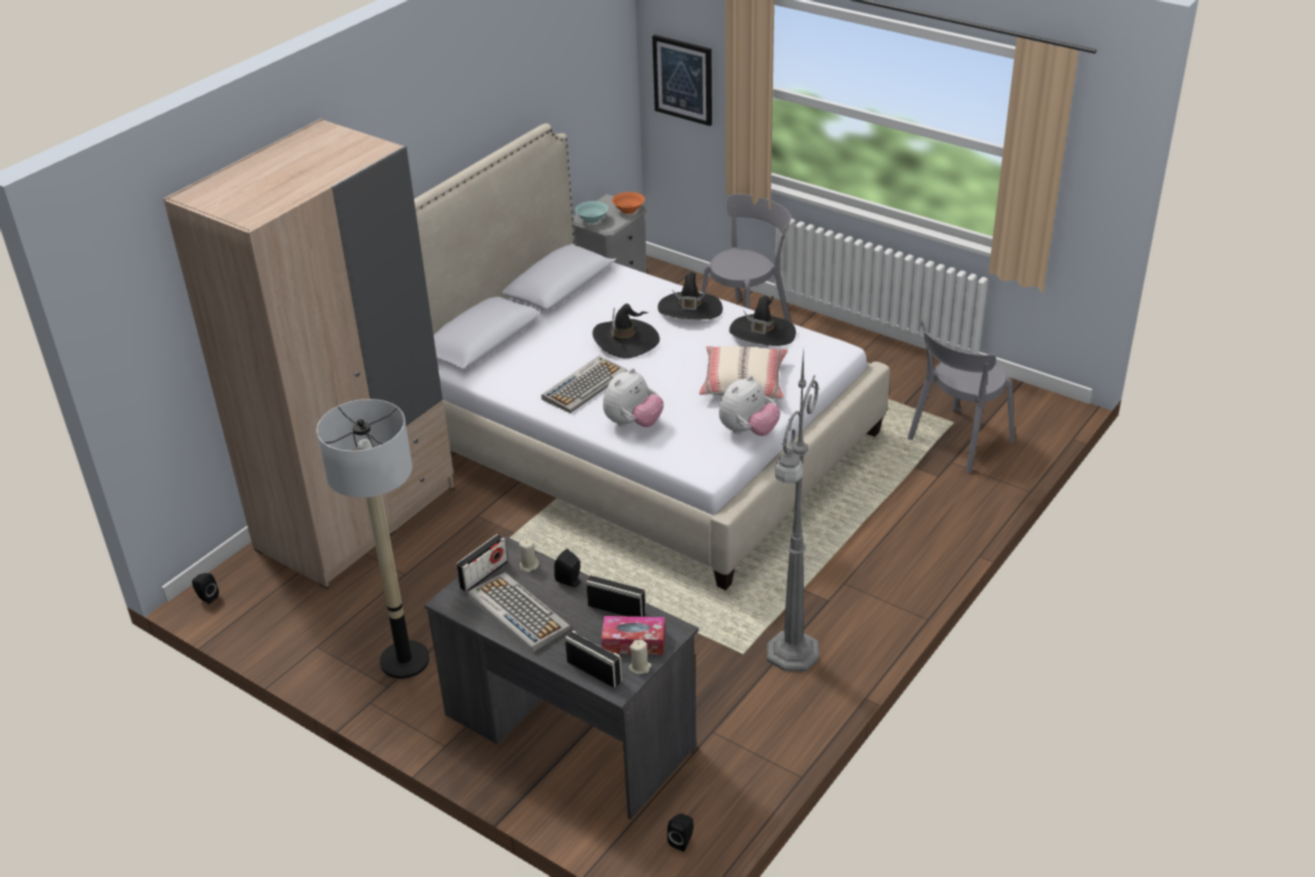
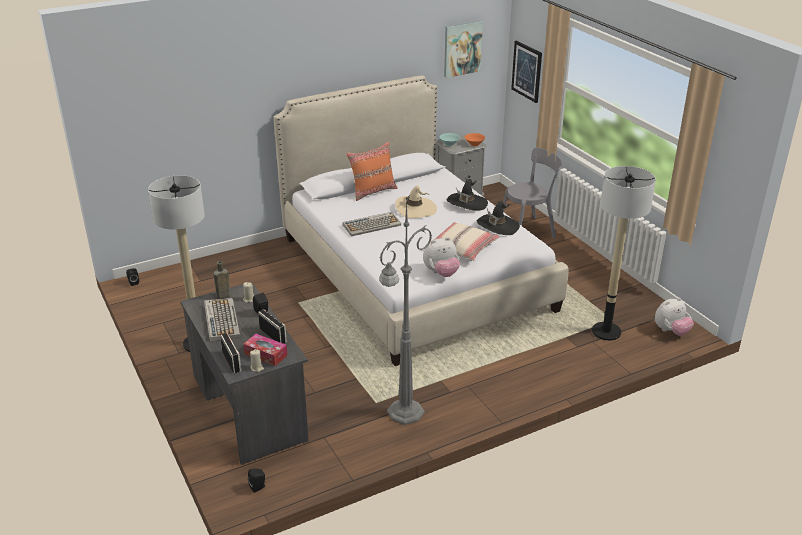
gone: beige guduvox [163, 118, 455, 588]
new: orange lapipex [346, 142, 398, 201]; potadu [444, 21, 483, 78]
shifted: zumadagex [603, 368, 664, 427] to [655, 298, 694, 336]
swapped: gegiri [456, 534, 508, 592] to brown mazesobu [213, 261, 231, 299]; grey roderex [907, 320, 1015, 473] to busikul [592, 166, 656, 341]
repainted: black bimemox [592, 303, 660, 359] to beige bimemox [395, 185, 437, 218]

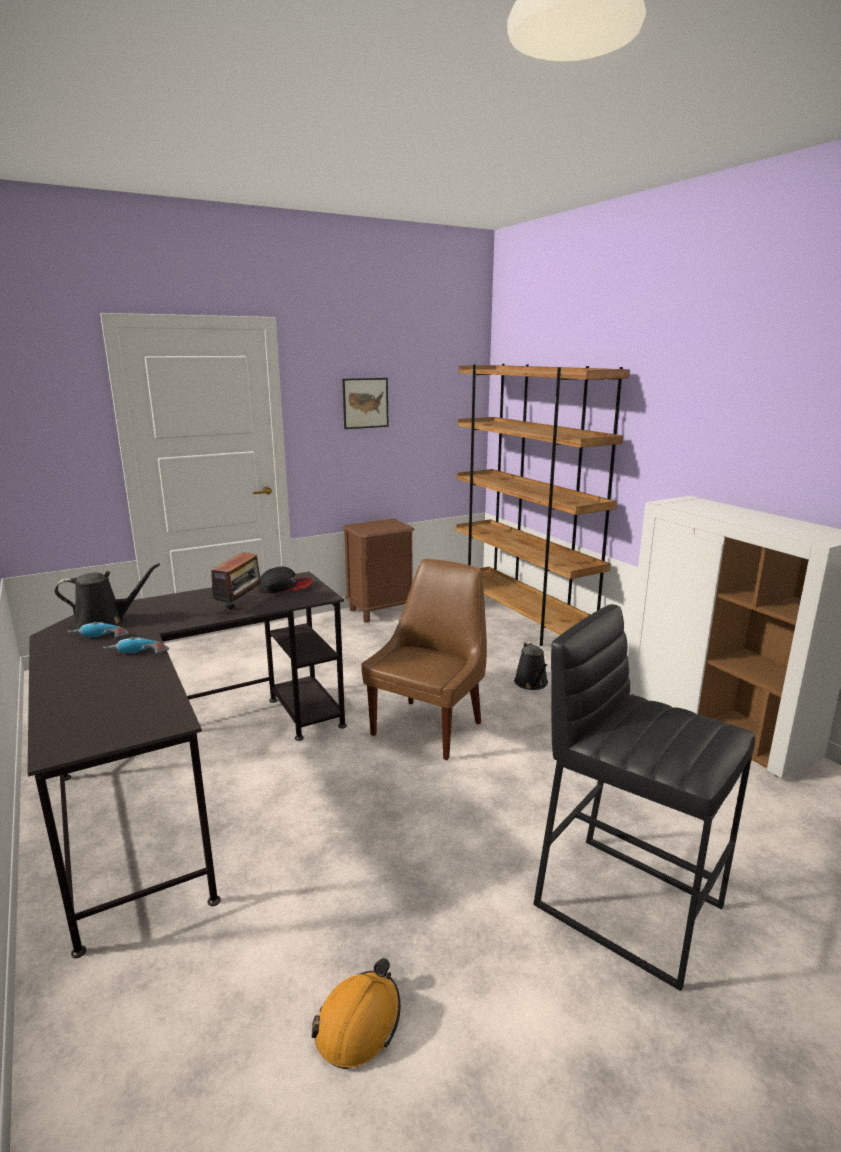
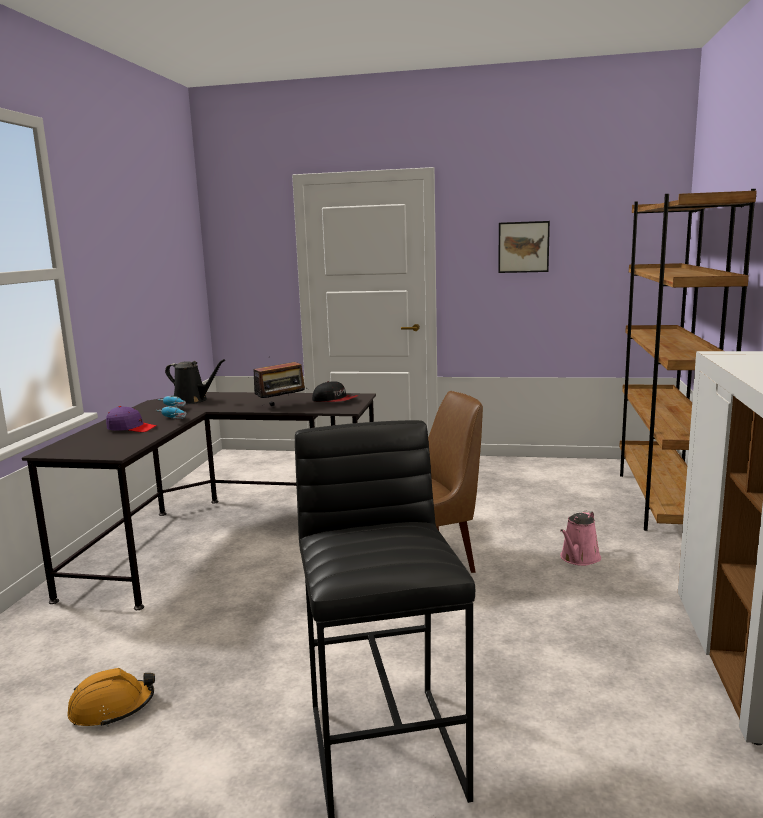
gone: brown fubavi [342, 519, 415, 623]
new: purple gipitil [106, 406, 157, 432]
repainted: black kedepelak [514, 642, 548, 690] to pink kedepelak [560, 510, 601, 566]

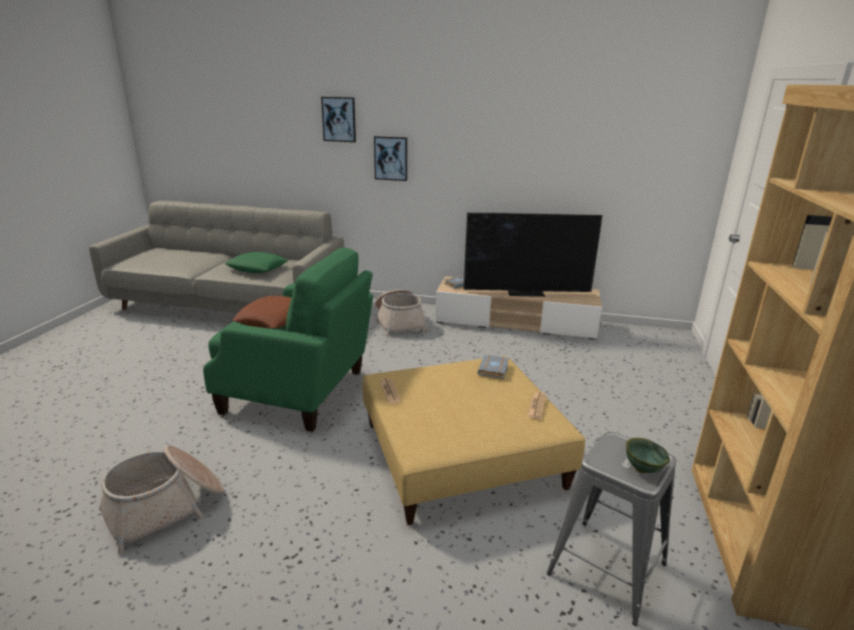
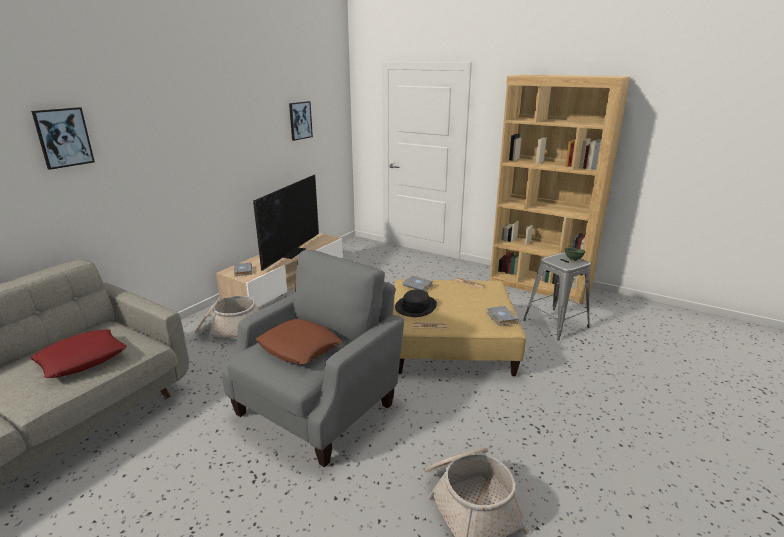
new: black bimemox [395, 289, 437, 317]; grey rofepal [486, 306, 519, 326]
shifted: potadu [374, 136, 407, 181] to [289, 101, 313, 141]
repainted: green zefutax [203, 248, 373, 432] to grey zefutax [222, 250, 404, 467]; green lapipex [225, 252, 288, 273] to red lapipex [30, 330, 127, 378]

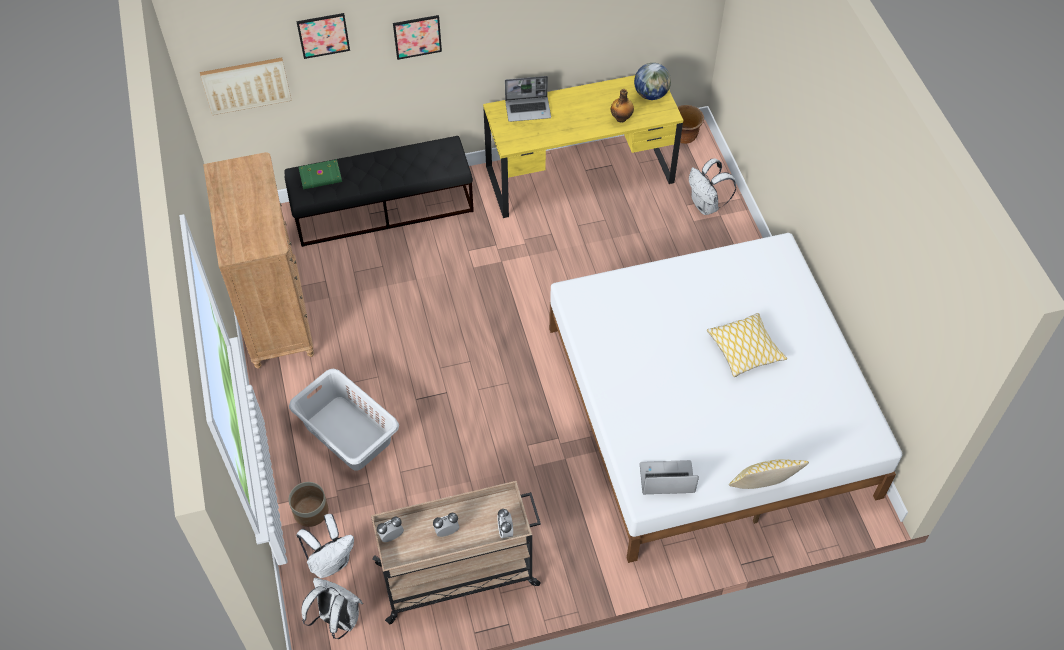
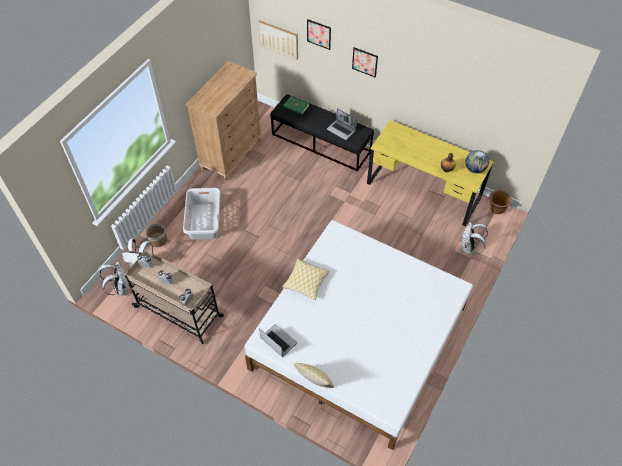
shifted: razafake [505, 76, 551, 122] to [327, 108, 357, 140]; lapipex [707, 313, 787, 377] to [283, 259, 329, 300]

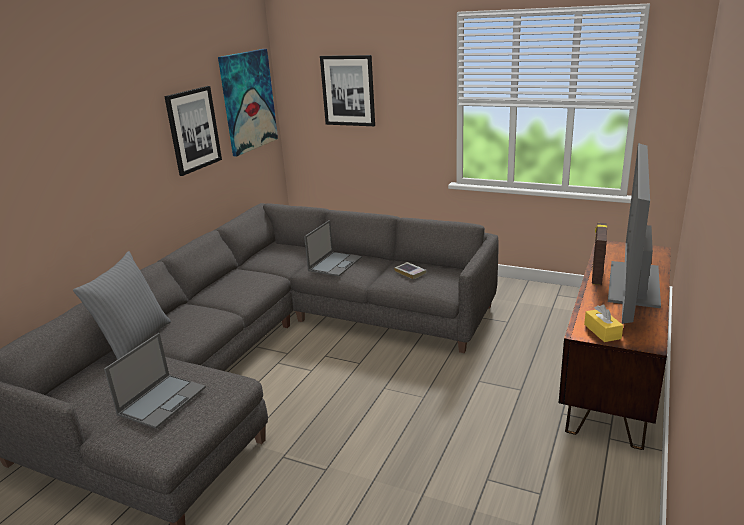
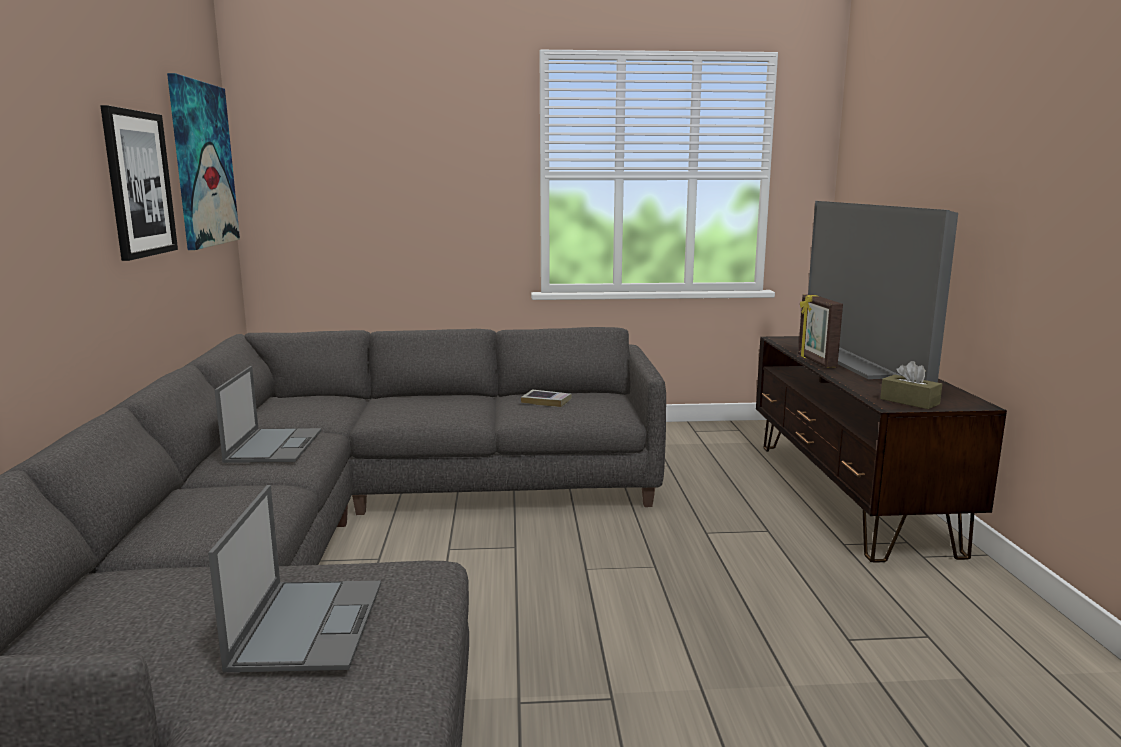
gone: grey lapipex [73, 251, 171, 360]; potadu [320, 55, 375, 126]
shifted: razafake [304, 220, 362, 276] to [215, 366, 321, 463]
repainted: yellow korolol [584, 304, 623, 342] to brown korolol [880, 361, 942, 409]

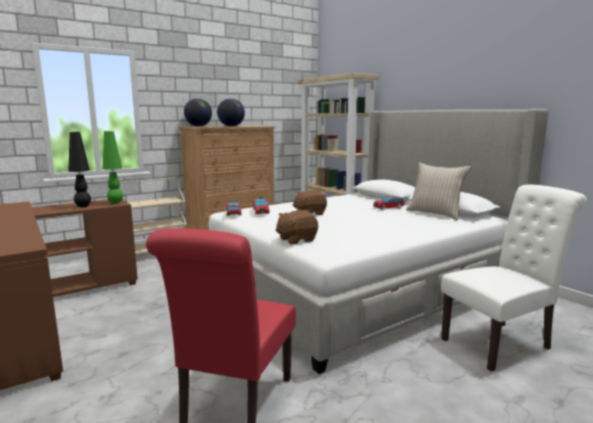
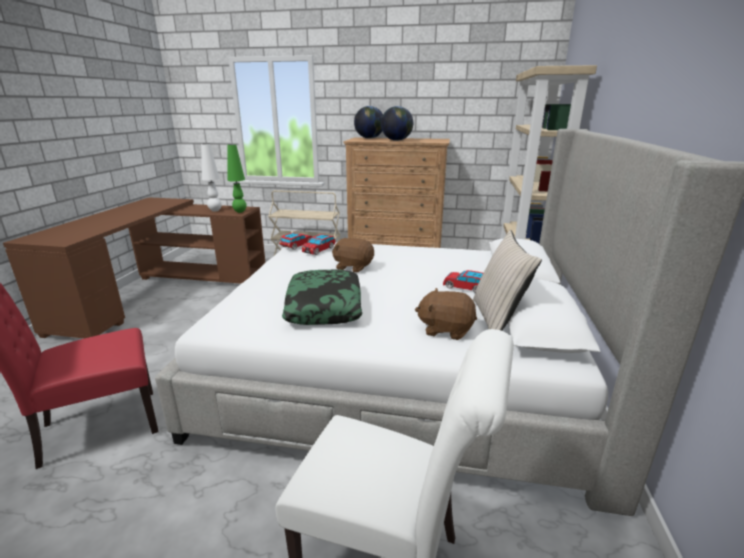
new: lapipex [282, 270, 363, 325]
shifted: brown zumadagex [276, 210, 318, 244] to [415, 288, 477, 340]
repainted: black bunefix [69, 132, 91, 207] to white bunefix [201, 144, 222, 212]

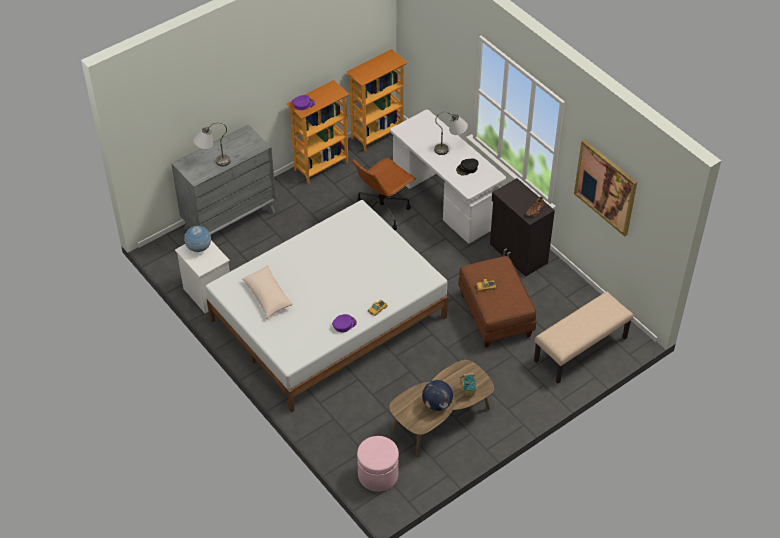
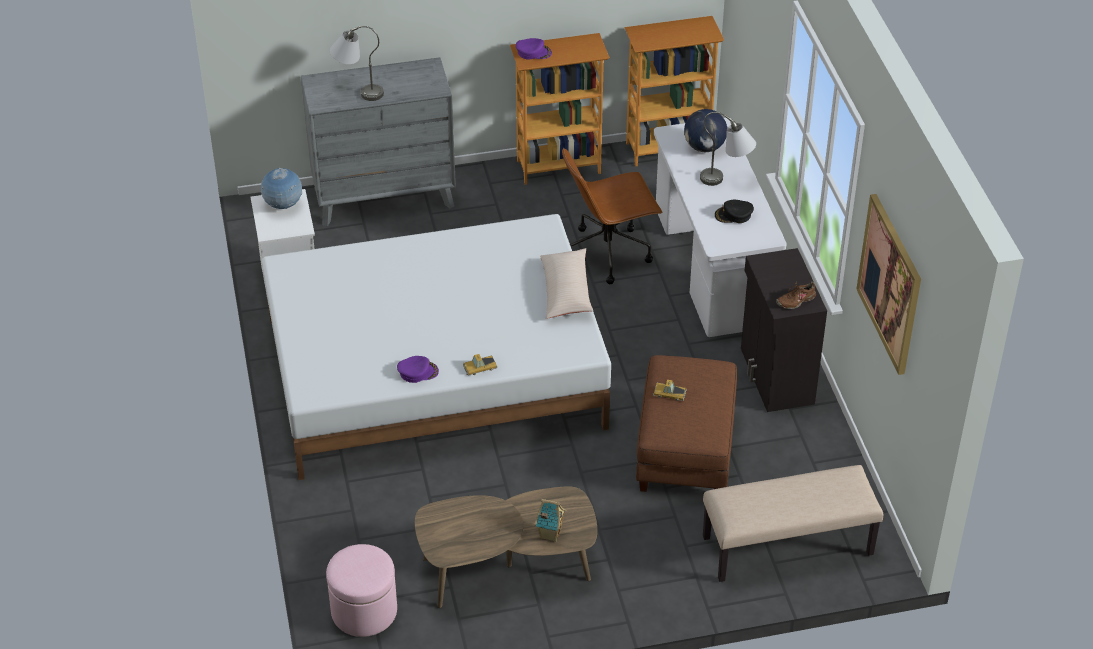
shifted: beige lapipex [242, 265, 293, 318] to [540, 248, 593, 319]; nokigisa [422, 380, 453, 411] to [684, 109, 727, 152]

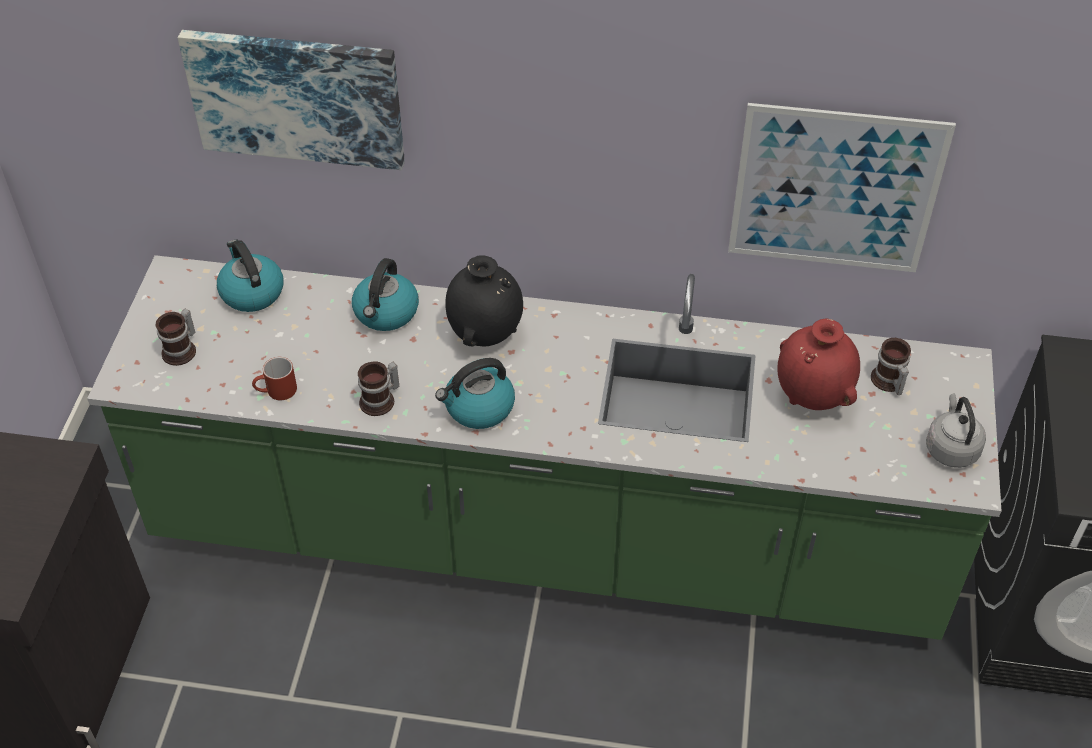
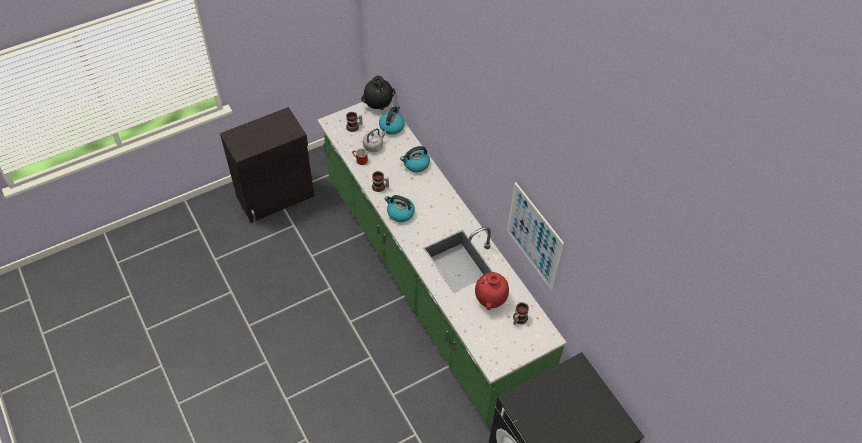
gone: potadu [178, 30, 405, 170]
shifted: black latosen [445, 255, 523, 347] to [361, 76, 396, 110]; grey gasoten [926, 393, 986, 468] to [363, 128, 386, 152]

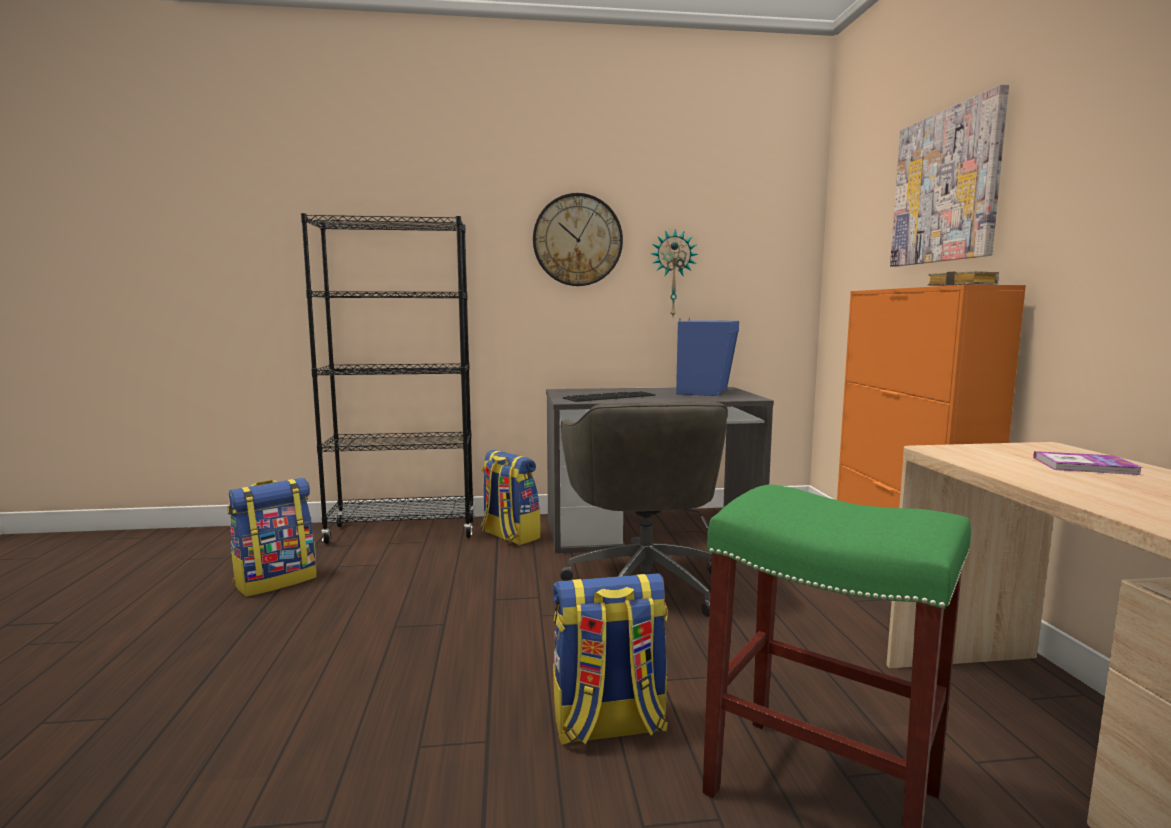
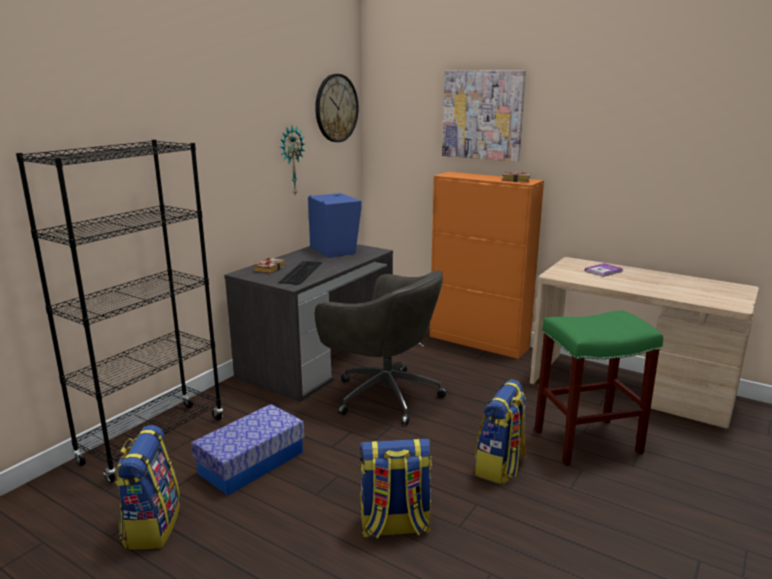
new: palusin [191, 404, 305, 495]; rofepal [253, 258, 285, 274]
shifted: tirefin [481, 450, 541, 545] to [359, 438, 432, 539]; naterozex [533, 193, 623, 286] to [315, 74, 359, 142]

